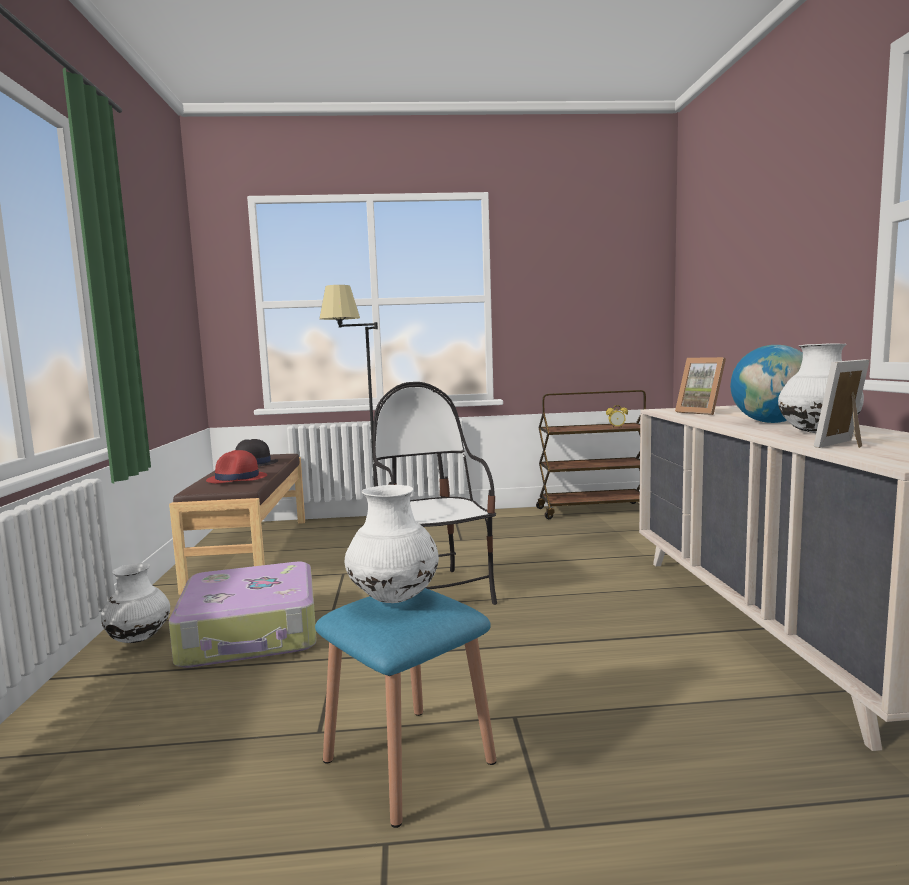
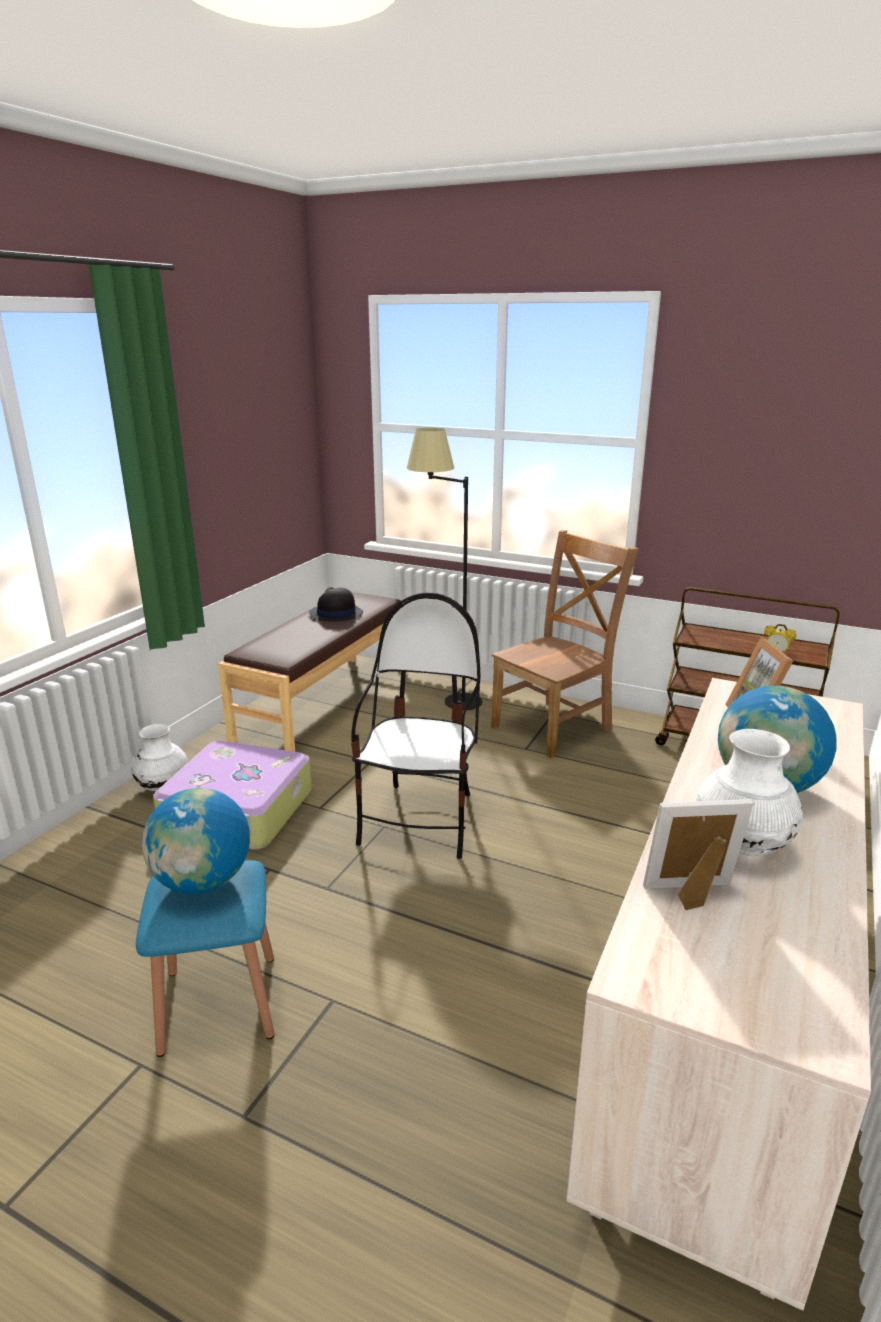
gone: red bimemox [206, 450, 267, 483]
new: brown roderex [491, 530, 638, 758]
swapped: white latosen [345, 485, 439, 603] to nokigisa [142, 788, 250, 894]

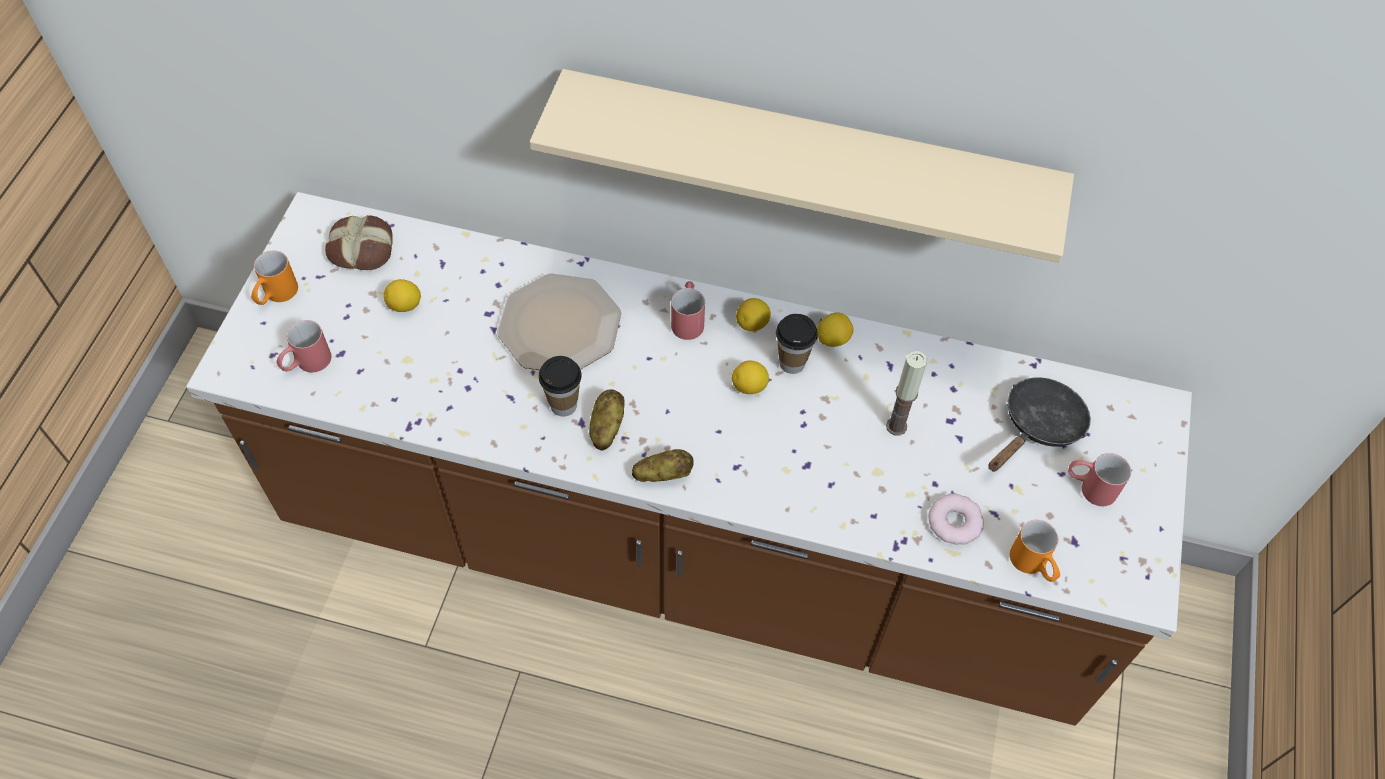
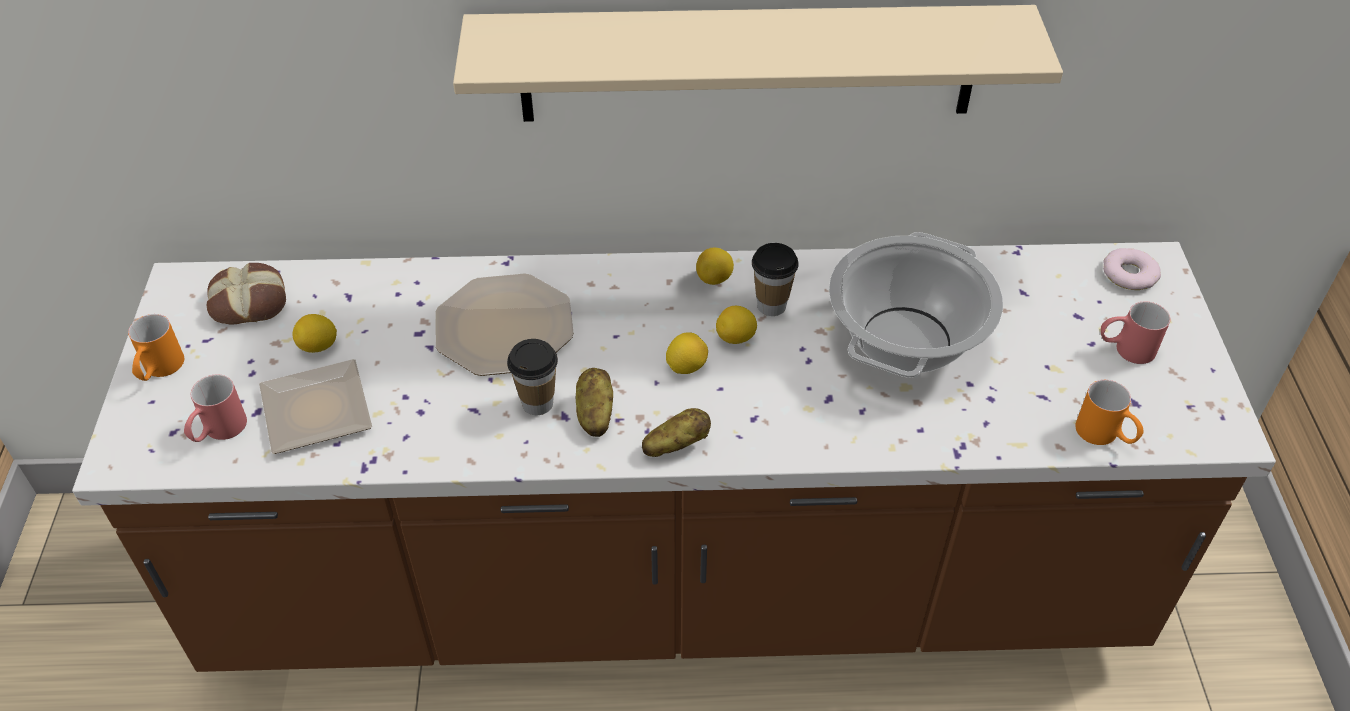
gone: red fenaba [671, 281, 705, 340]; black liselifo [988, 377, 1091, 472]
new: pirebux [259, 359, 372, 454]
shifted: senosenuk [817, 312, 854, 347] to [666, 332, 708, 374]; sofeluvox [928, 493, 984, 545] to [1103, 248, 1161, 290]
swapped: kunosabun [886, 351, 927, 436] to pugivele [829, 232, 1003, 378]

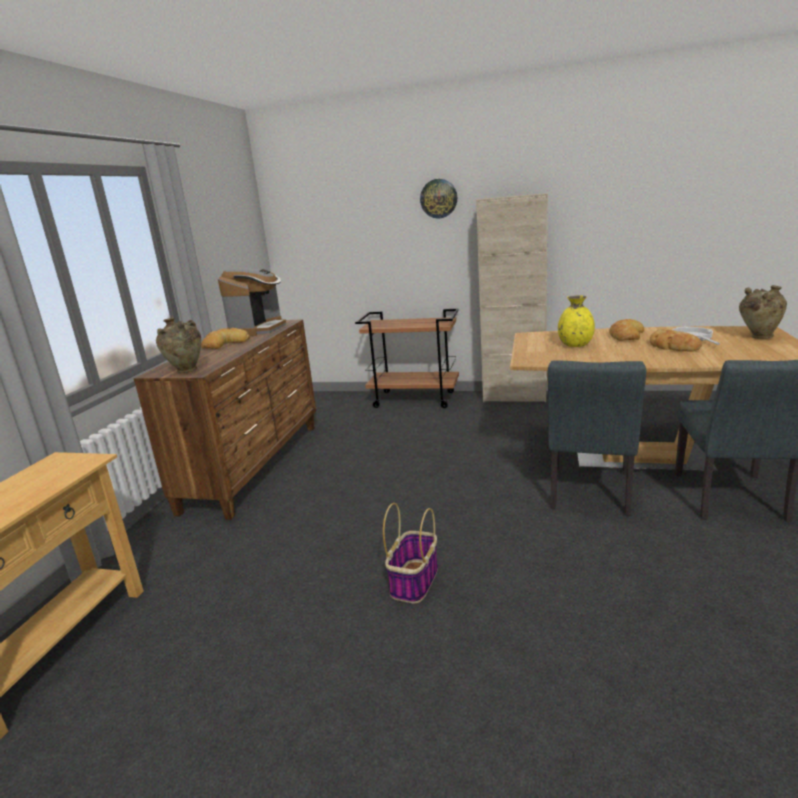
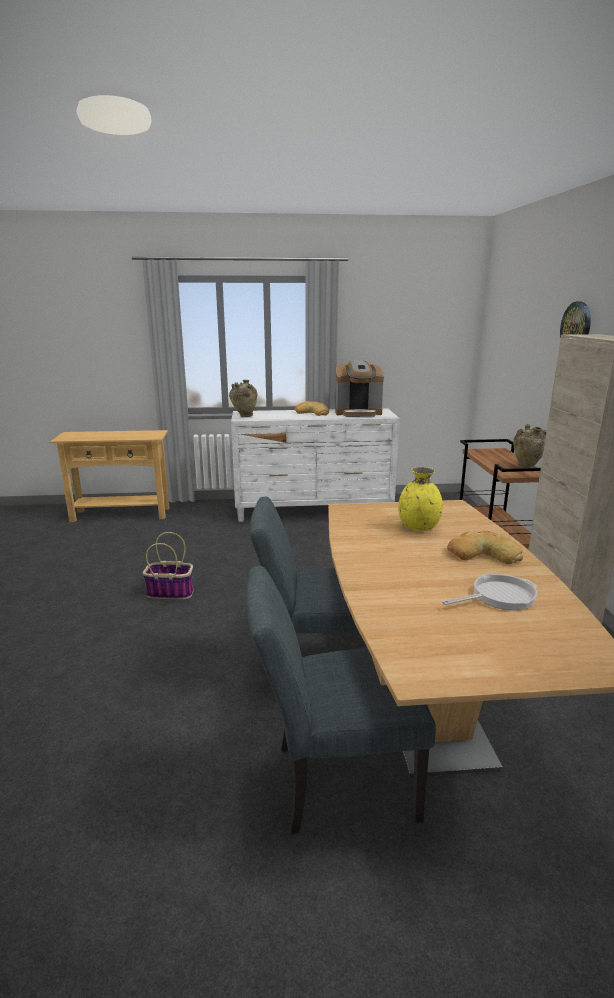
gone: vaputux [650, 329, 702, 351]
shifted: beige latosen [739, 285, 787, 339] to [513, 424, 546, 468]
repainted: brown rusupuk [134, 319, 316, 520] to white rusupuk [231, 408, 400, 522]

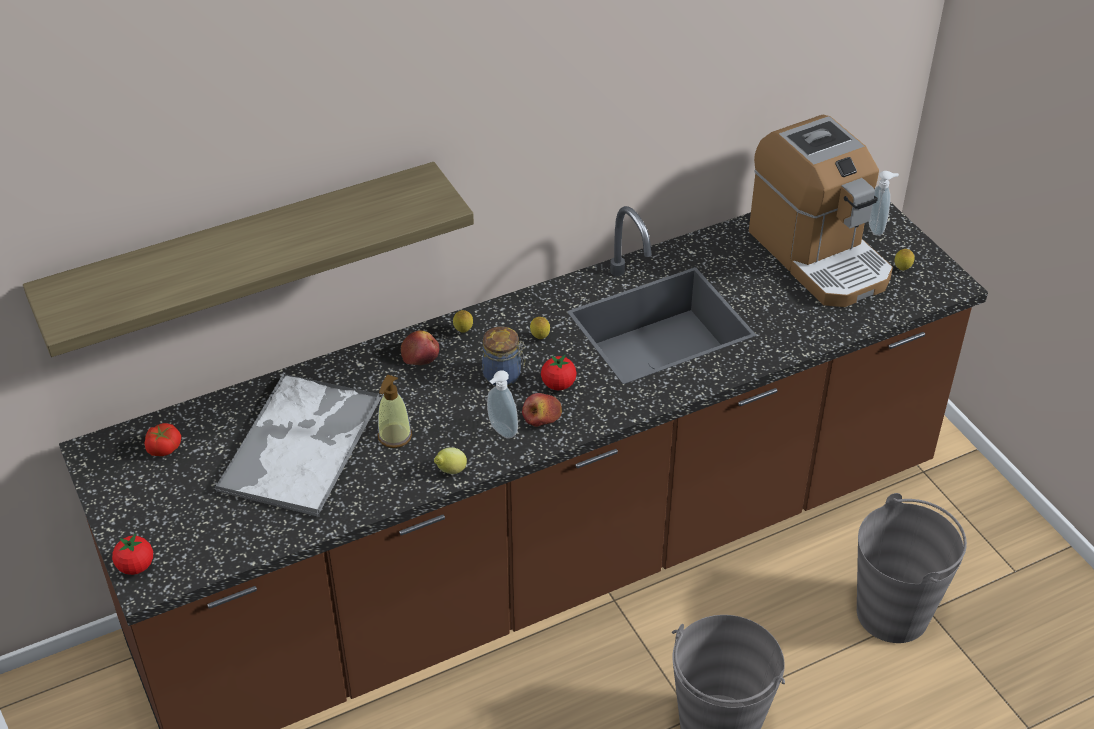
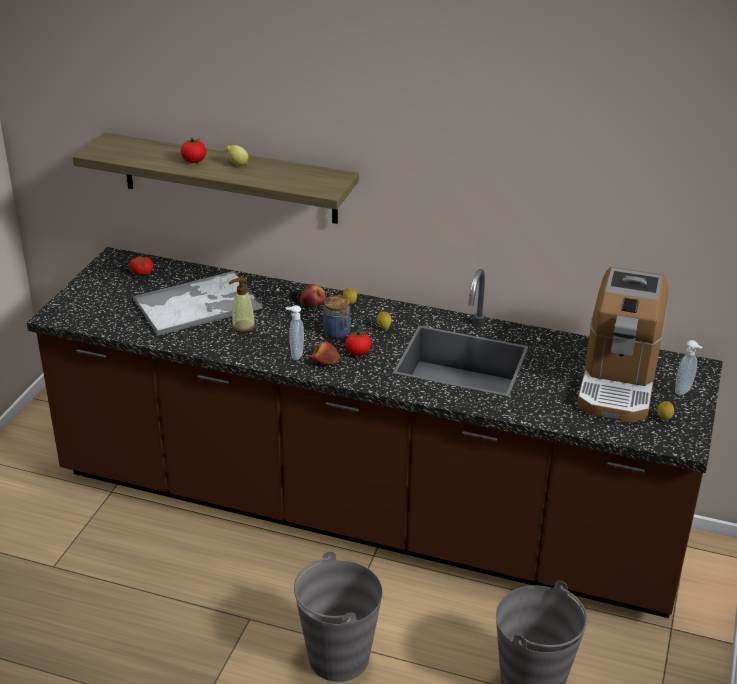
shifted: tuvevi [112, 533, 153, 575] to [181, 137, 206, 163]; senosenuk [434, 447, 467, 474] to [225, 145, 248, 166]

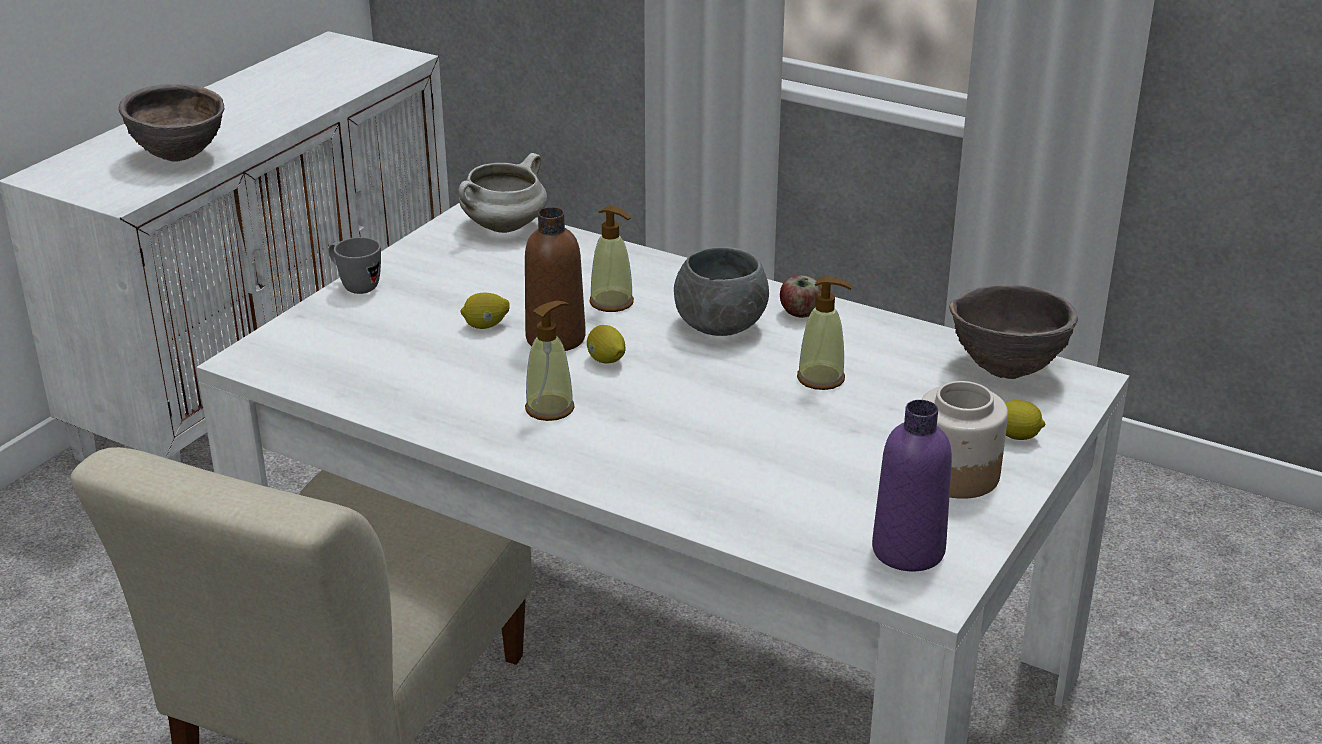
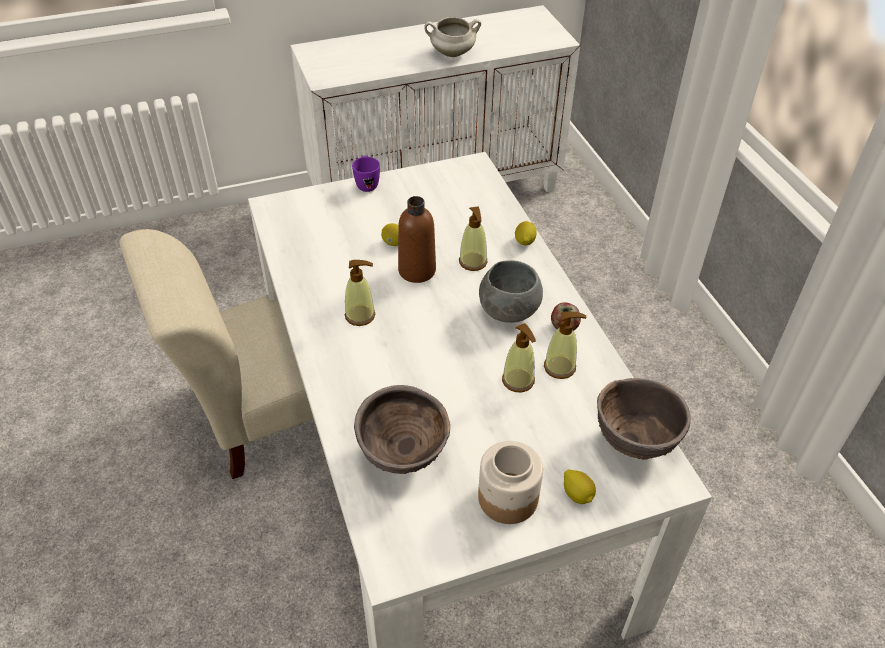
gone: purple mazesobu [872, 400, 952, 571]
new: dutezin [544, 311, 587, 379]
shifted: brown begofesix [118, 84, 224, 161] to [354, 385, 450, 474]; white pugivele [459, 153, 547, 233] to [424, 17, 481, 57]; senosenuk [587, 325, 626, 363] to [515, 221, 537, 245]
repainted: grey fenaba [328, 237, 381, 294] to purple fenaba [352, 155, 380, 192]

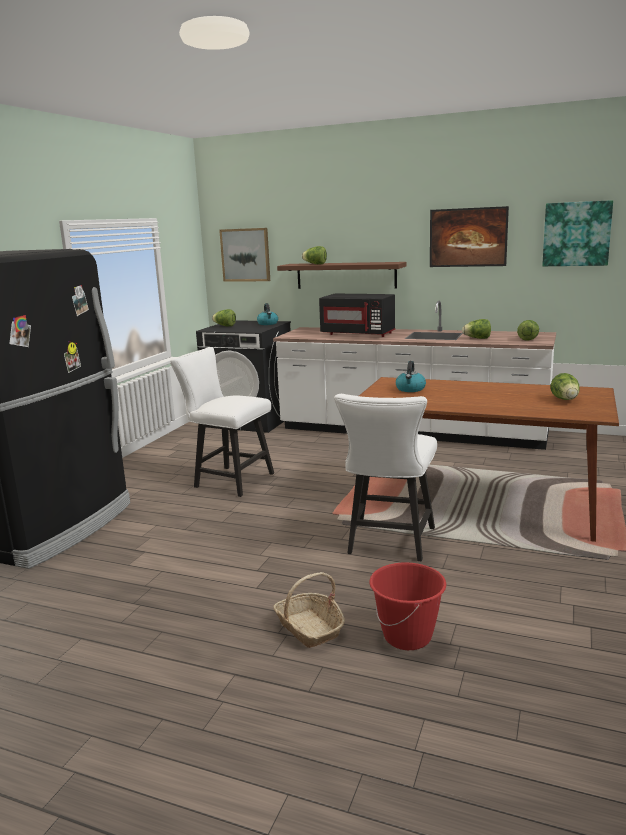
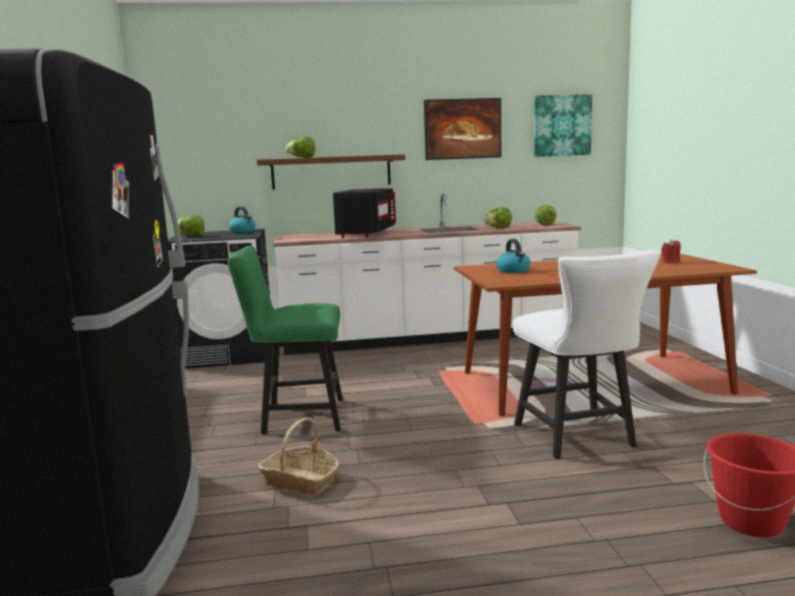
gone: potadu [219, 228, 270, 282]
shifted: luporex [273, 572, 345, 648] to [258, 417, 339, 495]
swapped: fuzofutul [551, 373, 580, 400] to red kunosabun [661, 239, 680, 264]
repainted: white roderex [170, 347, 274, 497] to green roderex [228, 246, 343, 434]
rotated: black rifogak [319, 294, 396, 337] = [333, 188, 396, 238] 75 degrees counterclockwise

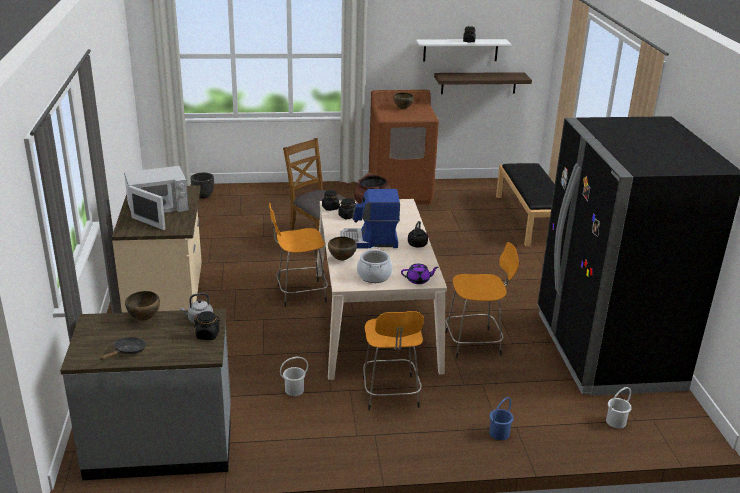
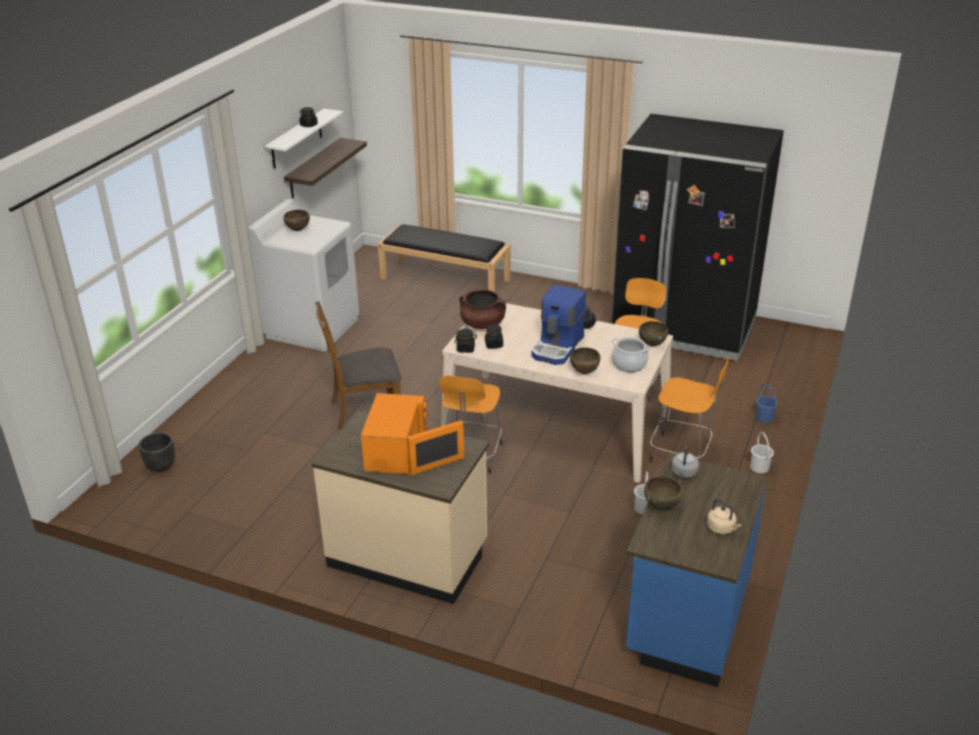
gone: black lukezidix [194, 311, 221, 340]
shifted: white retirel [606, 387, 632, 428] to [750, 432, 774, 473]
swapped: black liselifo [100, 337, 146, 360] to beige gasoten [707, 499, 741, 534]; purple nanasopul [401, 264, 439, 284] to brown begofesix [639, 321, 668, 346]
repainted: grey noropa [60, 309, 231, 480] to blue noropa [626, 454, 768, 687]; white rifogak [124, 166, 189, 230] to orange rifogak [361, 393, 464, 475]; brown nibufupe [369, 90, 439, 205] to white nibufupe [248, 199, 359, 351]

